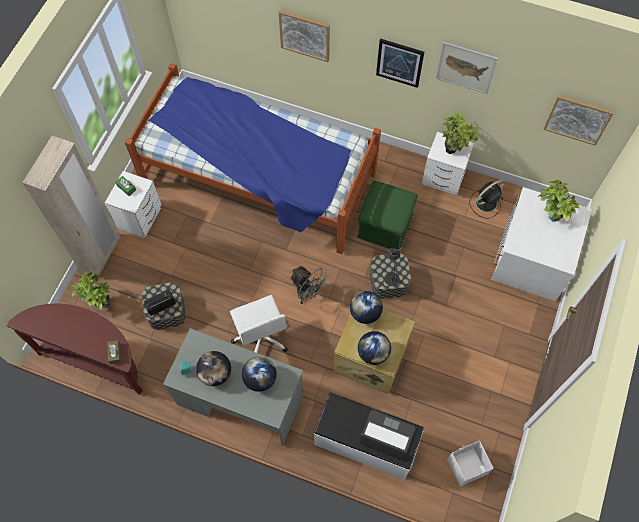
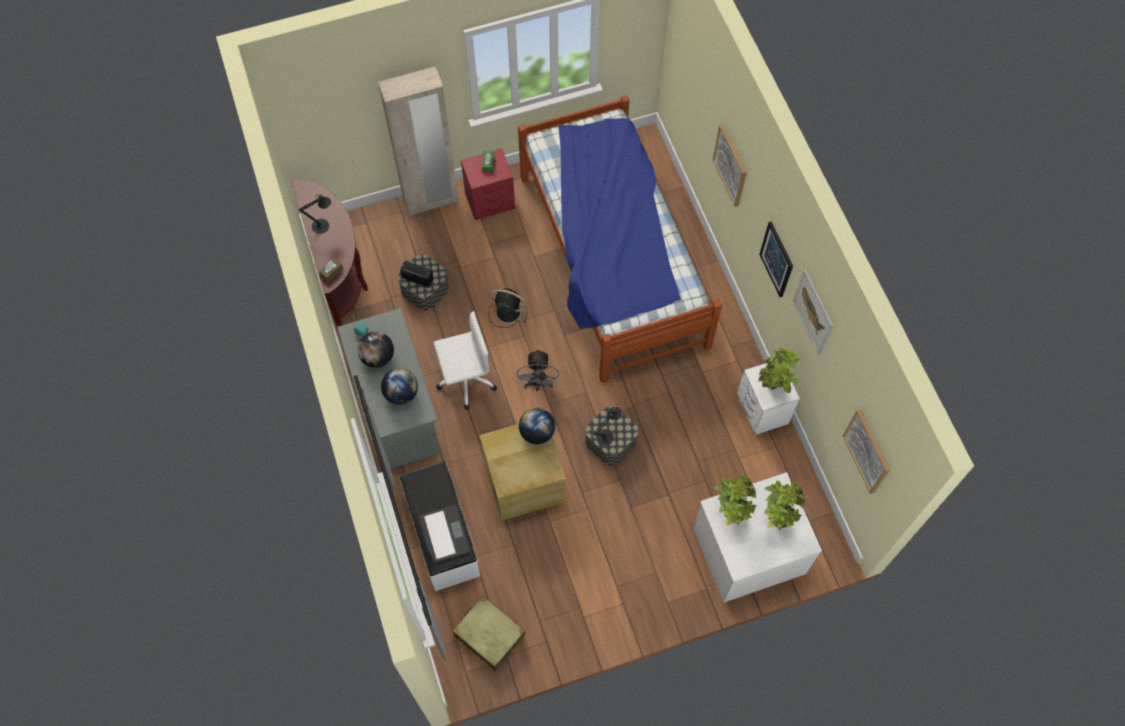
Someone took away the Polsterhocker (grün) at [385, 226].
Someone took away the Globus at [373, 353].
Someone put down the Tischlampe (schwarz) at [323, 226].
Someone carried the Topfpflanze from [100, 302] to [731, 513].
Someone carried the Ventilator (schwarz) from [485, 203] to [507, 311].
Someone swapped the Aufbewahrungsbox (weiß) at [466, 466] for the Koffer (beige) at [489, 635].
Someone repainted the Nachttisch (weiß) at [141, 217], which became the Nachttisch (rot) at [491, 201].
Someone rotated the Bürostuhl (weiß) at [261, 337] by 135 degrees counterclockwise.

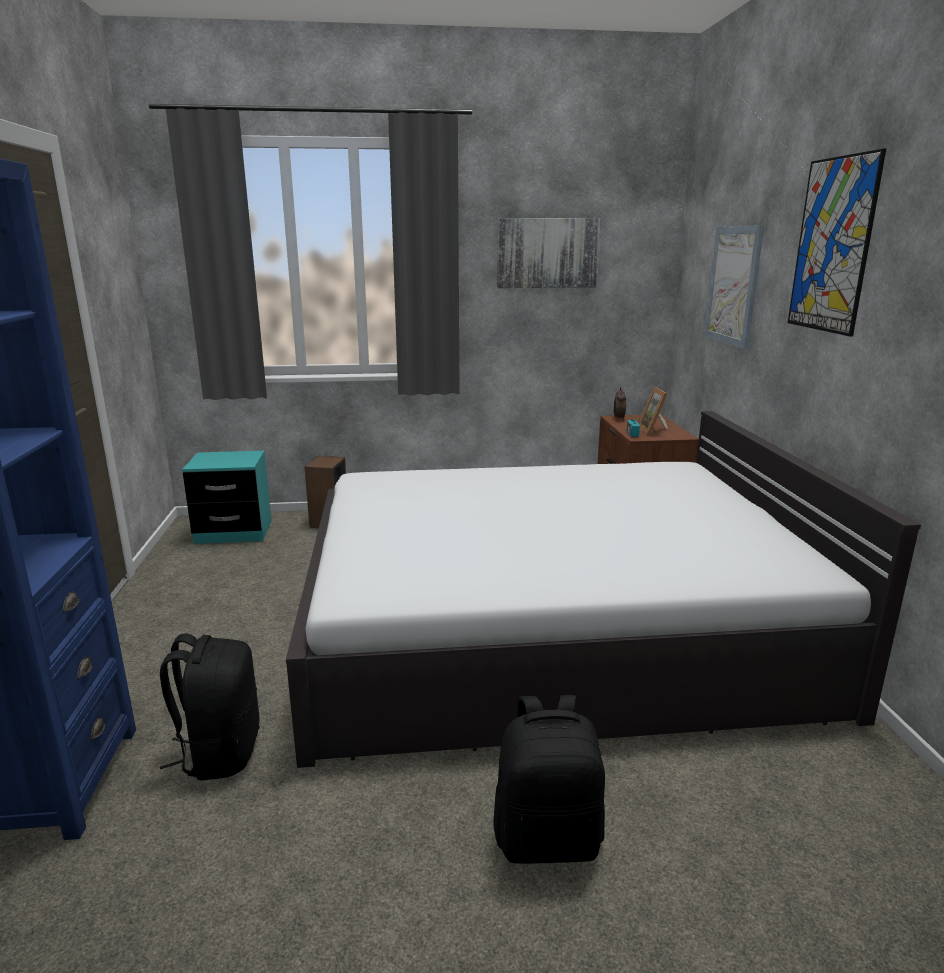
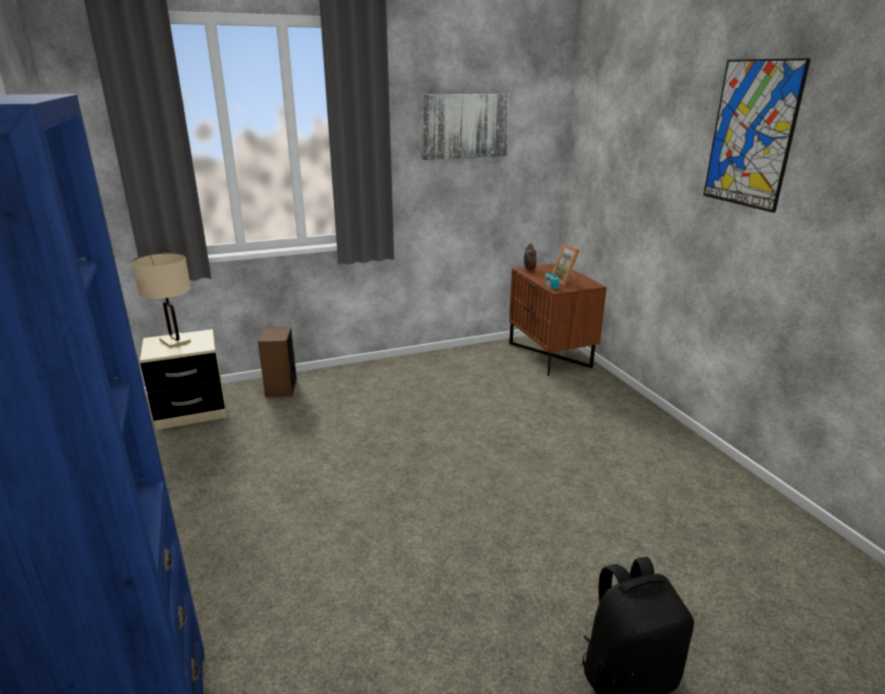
Someone took away the Rucksack (schwarz) at [220, 752].
Someone took away the Bett (weiß) at [551, 627].
Someone took away the Bild at [733, 285].
Someone put down the Tischlampe (beige) at [175, 341].
Someone repainted the Nachttisch (türkis) at [234, 532], which became the Nachttisch (beige) at [191, 411].

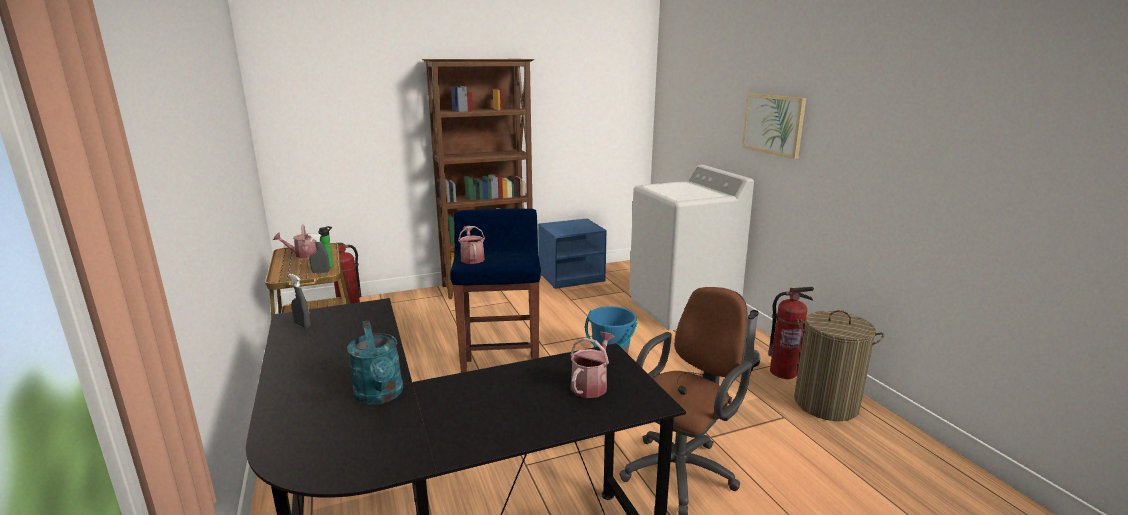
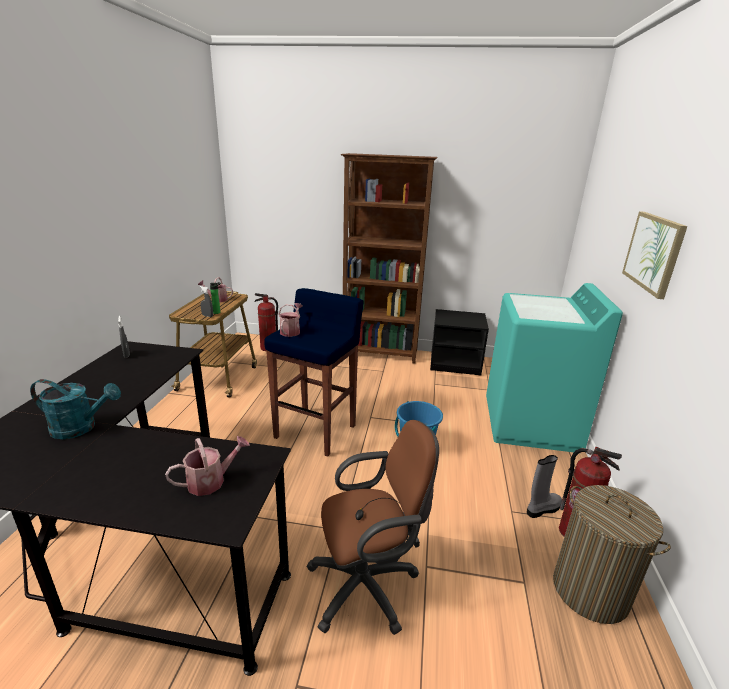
Someone repainted the Nachttisch (blau) at [571, 277], which became the Nachttisch (schwarz) at [455, 363].
Someone repainted the Waschmaschine (weiß) at [682, 309], which became the Waschmaschine (türkis) at [530, 425].
Someone rotated the Gießkanne (türkis) at [380, 396] by 90 degrees counterclockwise.

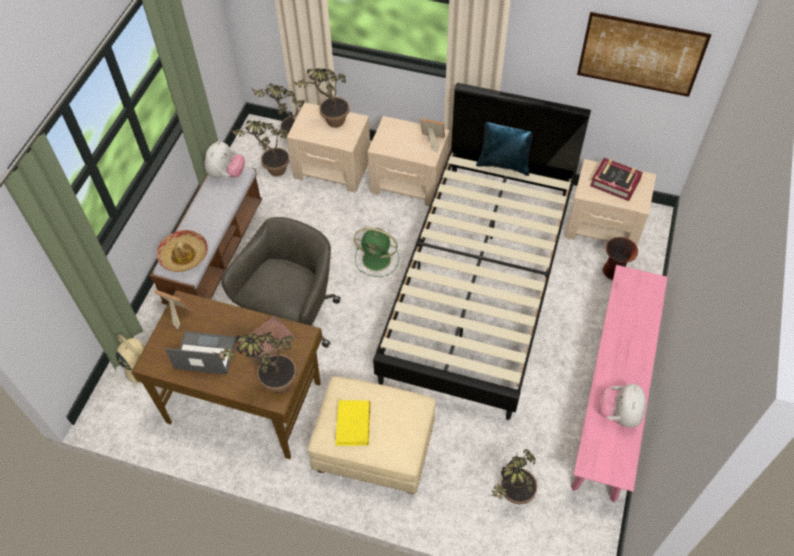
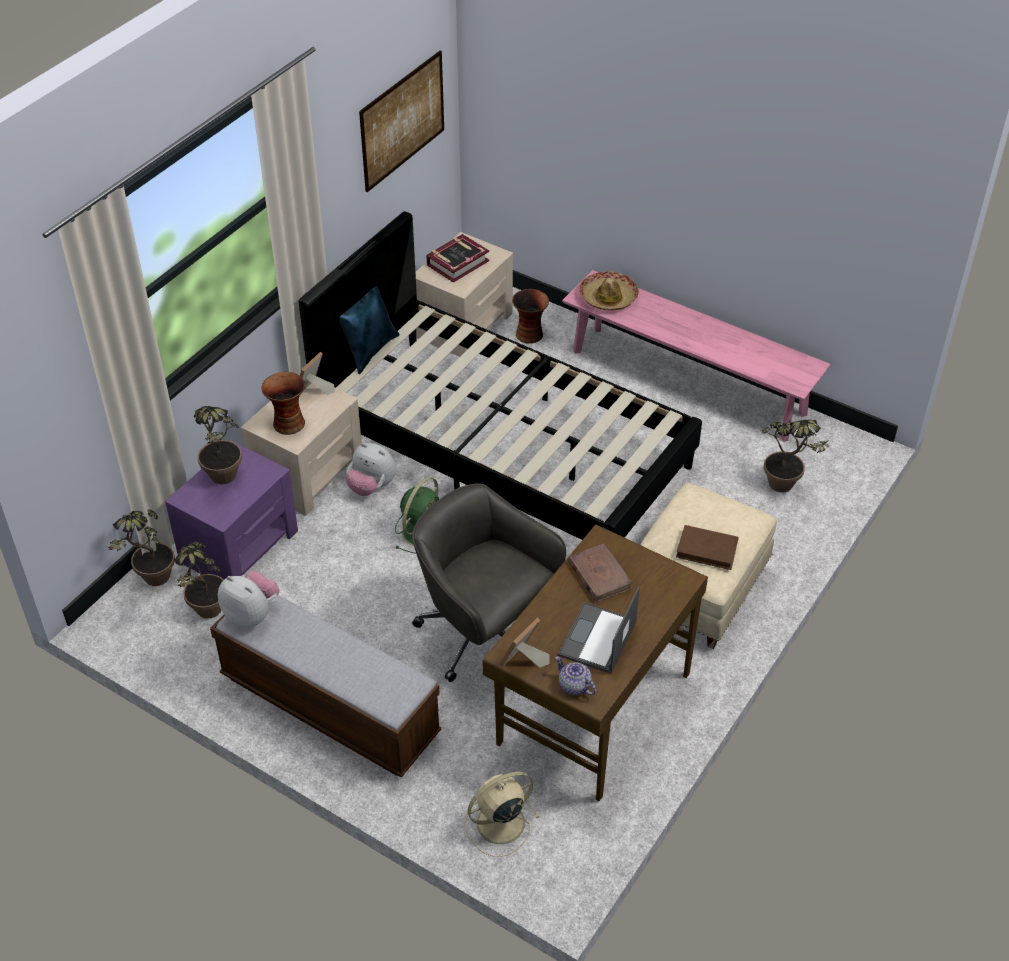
Someone took away the Topfpflanze at [271, 385].
Someone put down the Vase at [287, 423].
Someone put down the Teekanne at [574, 686].
Someone carried the Hut from [184, 255] to [608, 297].
Someone carried the Plüschtier from [619, 414] to [371, 486].
Someone repainted the Nachttisch (beige) at [333, 168], which became the Nachttisch (lila) at [240, 545].
Someone repainted the Buch (gelb) at [353, 424], which became the Buch (braun) at [707, 549].

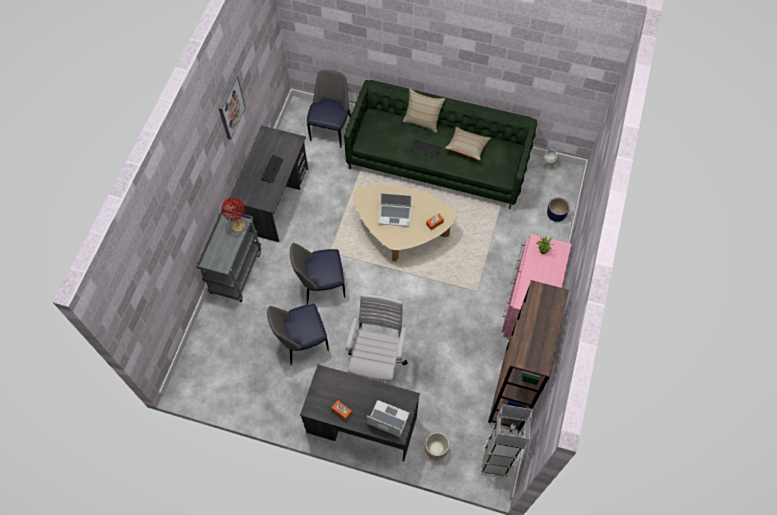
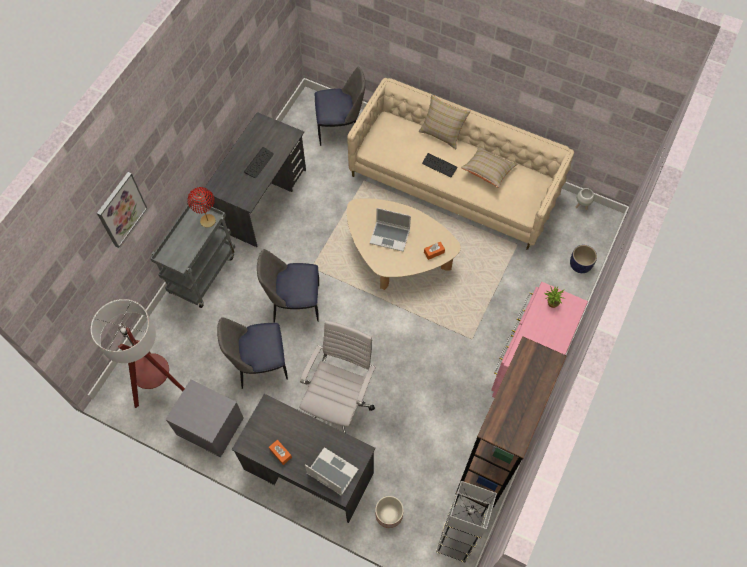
Someone put down the Stehlampe at [160, 386].
Someone put down the Nachttisch (grau) at [209, 427].
Someone carried the Bild from [231, 107] to [121, 209].
Someone repainted the Sofa (grün) at [437, 162], which became the Sofa (beige) at [454, 184].
Someone rotated the Stuhl at [331, 129] by 60 degrees clockwise.

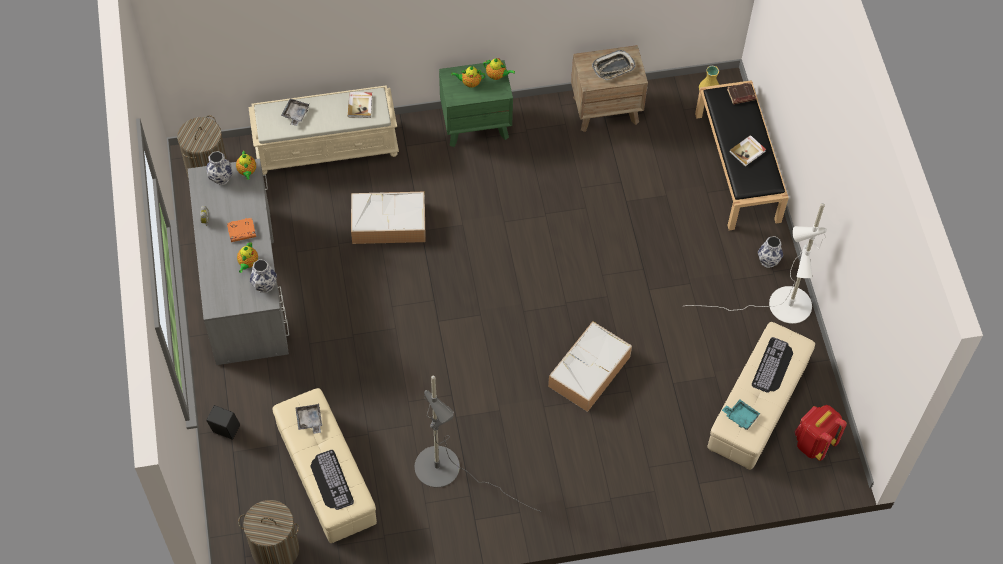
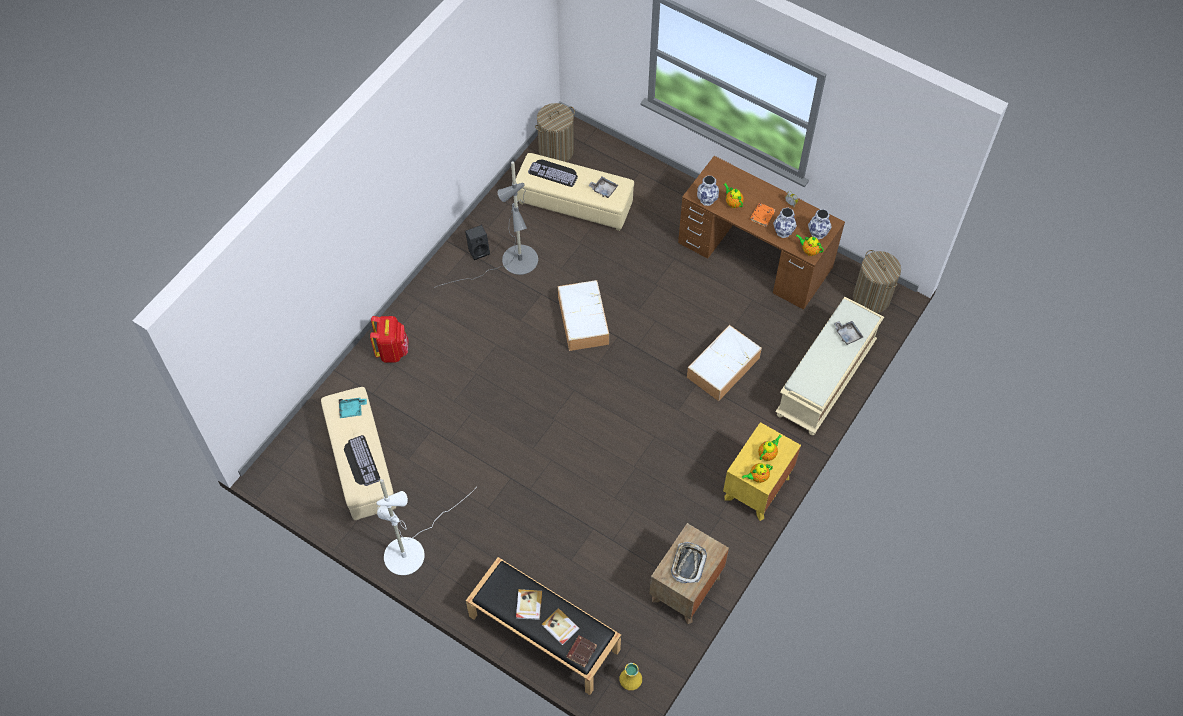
Someone carried the Lautsprecher (schwarz) from [224, 431] to [479, 250].
Someone carried the Buch from [360, 105] to [560, 627].
Someone carried the Aufbewahrungsbox from [589, 372] to [582, 319].
Someone carried the Vase from [768, 260] to [783, 232].
Someone carried the Rucksack (rot) from [813, 443] to [392, 351].
Someone repainted the Schreibtisch (grau) at [244, 284], which became the Schreibtisch (braun) at [755, 255].
Someone repainted the Nachttisch (grün) at [476, 124], which became the Nachttisch (gelb) at [757, 488].

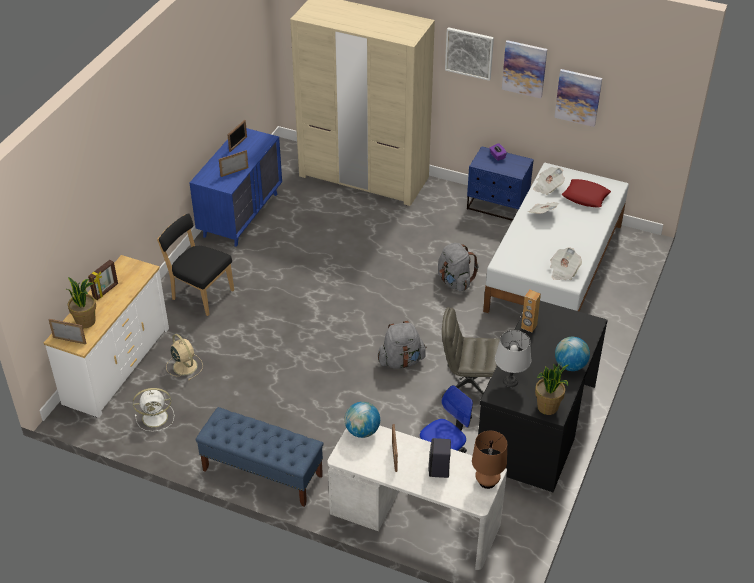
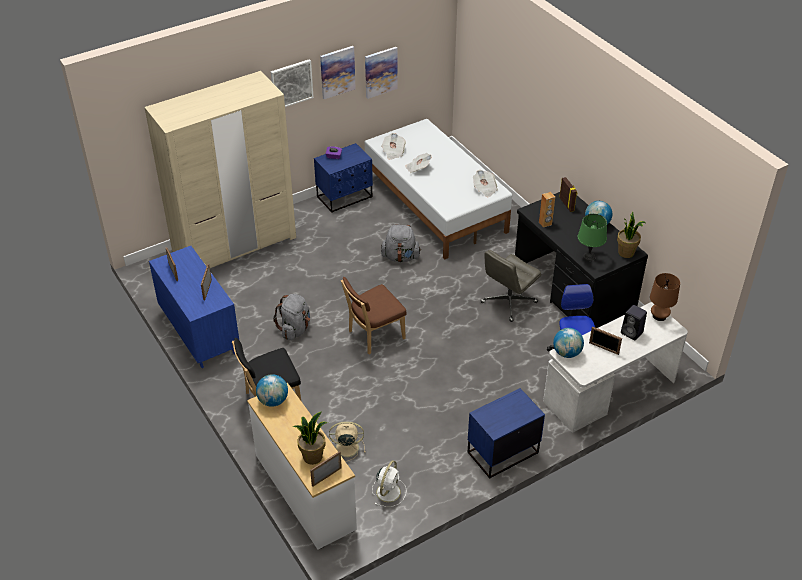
Someone took away the Kissen (rot) at [585, 197].
Someone put down the Globus at [273, 401].
Someone put down the Stuhl (braun) at [374, 336].
Someone carried the Bilderrahmen from [106, 291] to [567, 204].
Someone carried the Rucksack (grau) from [401, 361] to [295, 329].
Someone swapped the Bank (blau) at [262, 473] for the Nachttisch (blau) at [502, 452].
Someone repainted the Tischlampe (grau) at [510, 381], which became the Tischlampe (grün) at [589, 256].

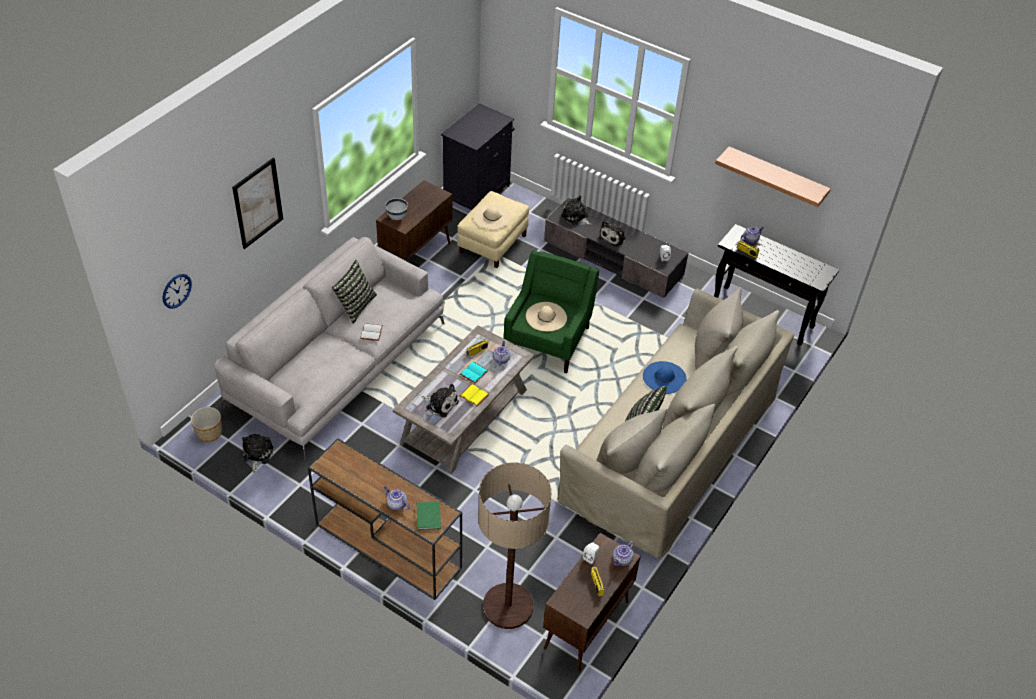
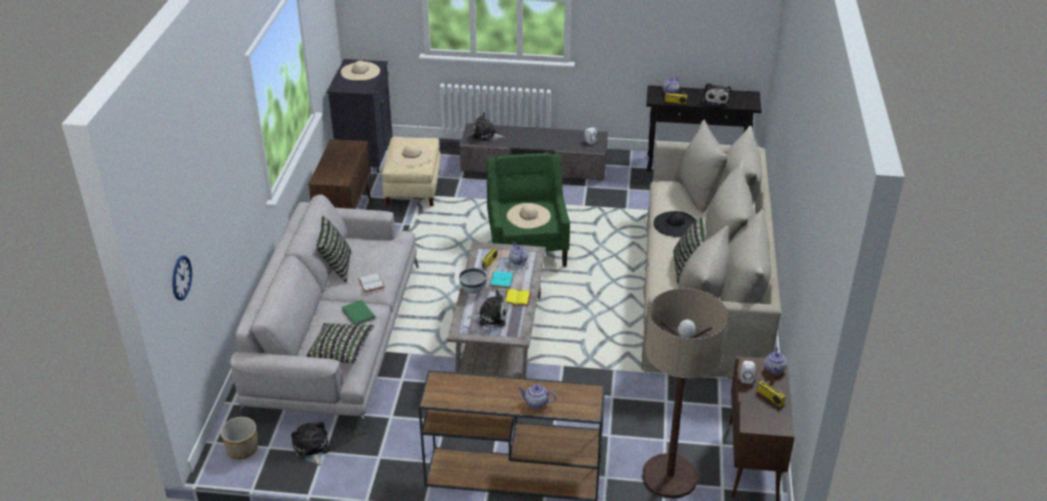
Someone took away the Bild at [258, 203].
Someone took away the Wandregal at [776, 177].
Someone put down the Kissen at [340, 352].
Someone put down the Hut (beige) at [360, 71].
Someone carried the Schüssel (weiß) from [397, 217] to [473, 291].
Someone carried the Buch (grün) from [428, 517] to [358, 314].
Someone carried the Plüschtier from [613, 237] to [716, 100].
Someone repainted the Hut (blau) at [664, 377], which became the Hut (schwarz) at [675, 224].

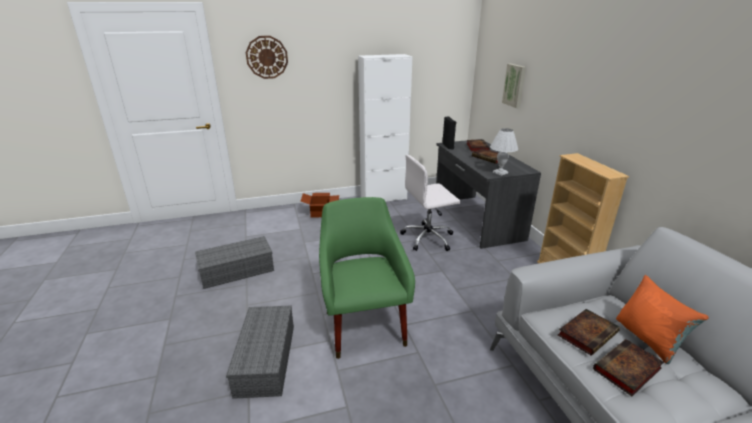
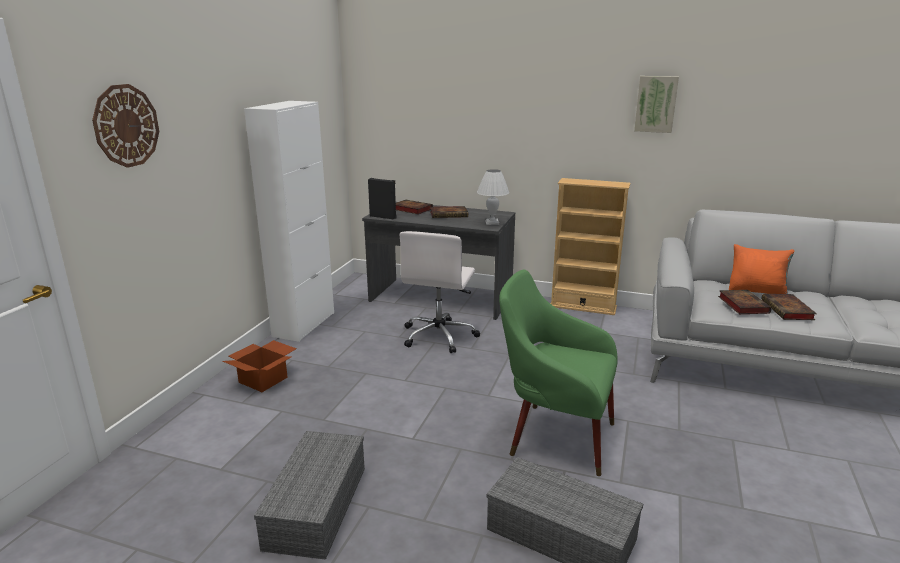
Someone carried the Bild from [515, 85] to [656, 104].

